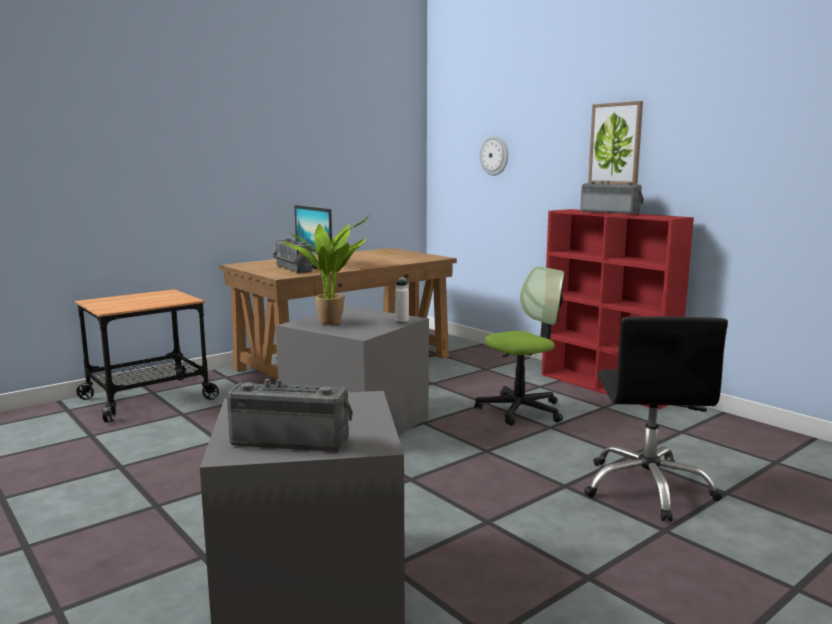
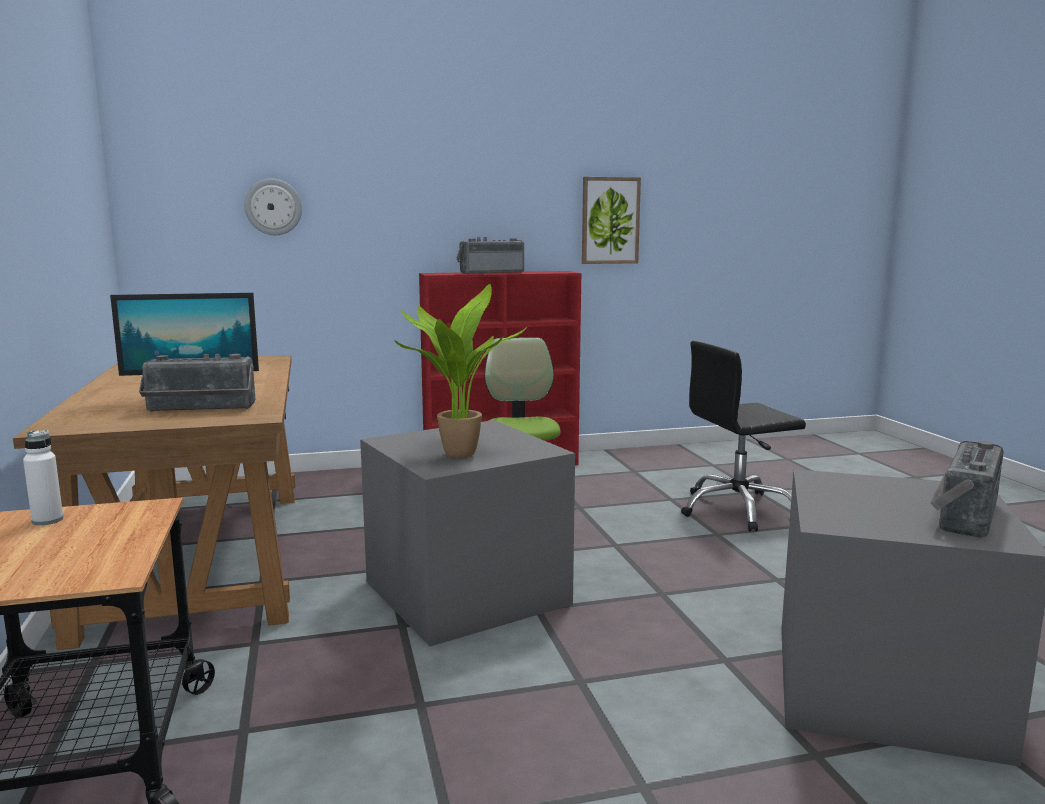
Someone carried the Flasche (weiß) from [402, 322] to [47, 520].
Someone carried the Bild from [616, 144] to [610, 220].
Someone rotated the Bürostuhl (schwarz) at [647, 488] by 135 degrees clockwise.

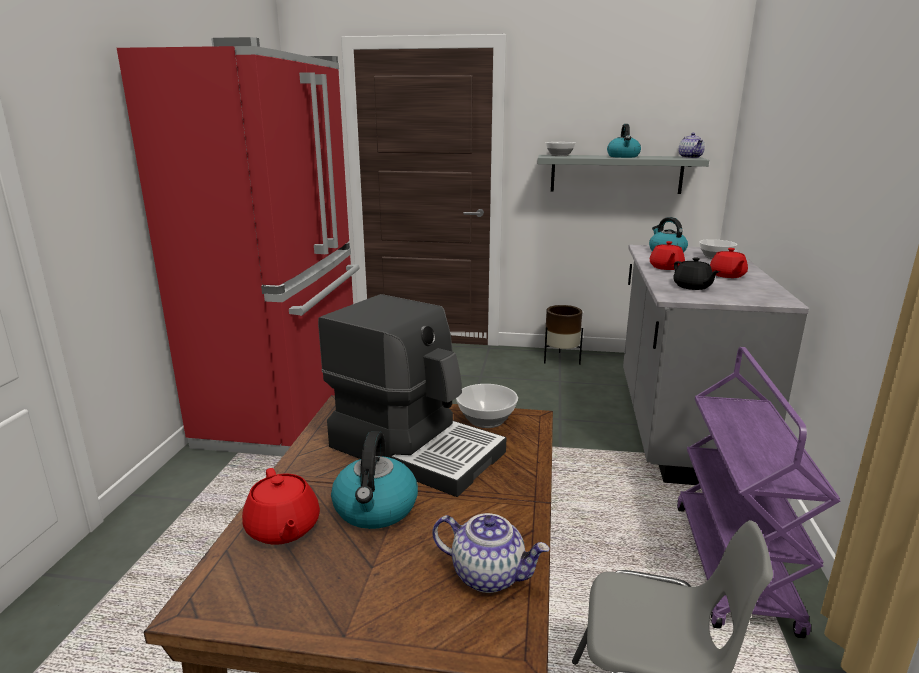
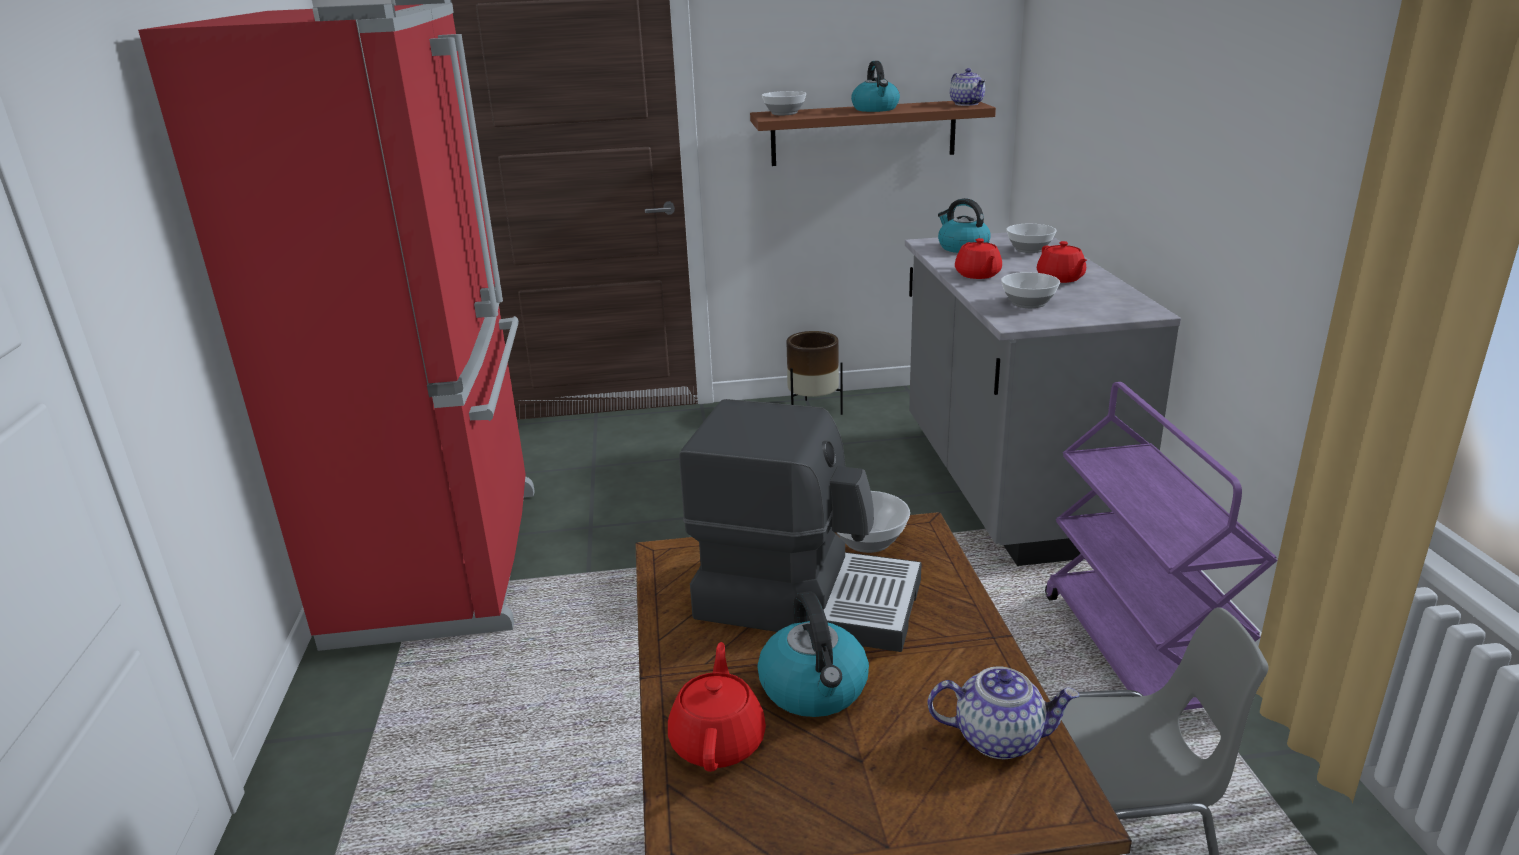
Someone swapped the Teekanne (schwarz) at [692, 287] for the Schüssel at [1029, 303].
Someone repainted the Wandregal (grau) at [616, 174], which became the Wandregal (braun) at [863, 133].
Someone rotated the Teekanne (rot) at [283, 529] by 135 degrees counterclockwise.

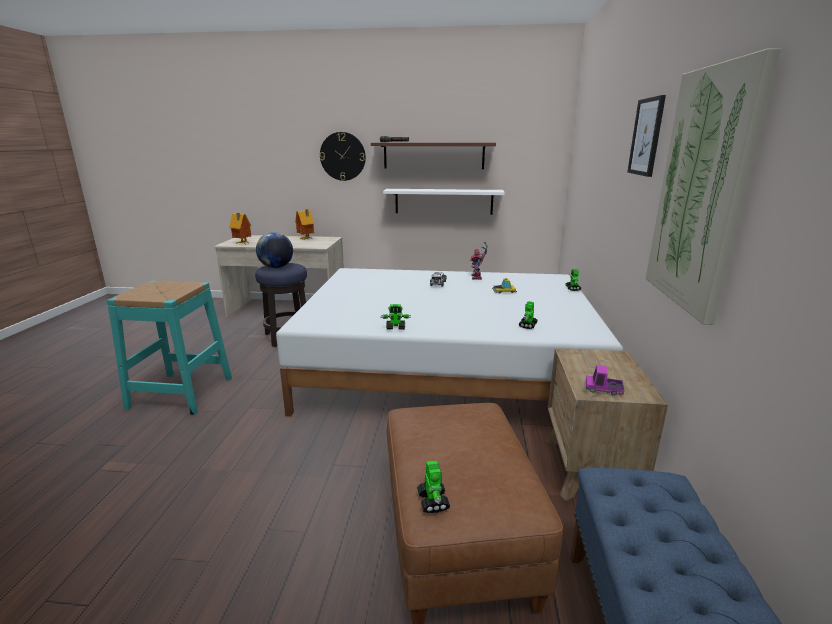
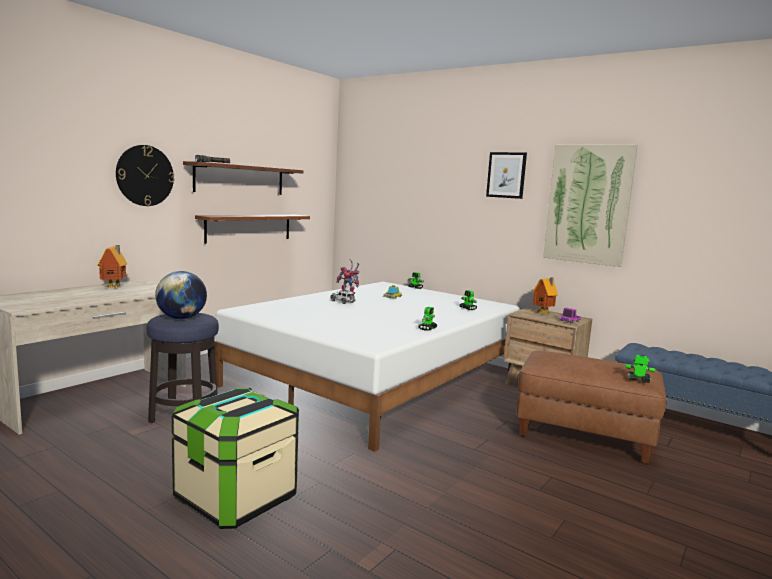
Someone carried the Spielzeughaus from [242, 243] to [544, 313].
Someone swapped the Hocker (türkis) at [181, 392] for the Aufbewahrungsbox at [236, 498].
Someone repainted the Wandregal (weiß) at [443, 201], which became the Wandregal (braun) at [249, 228].

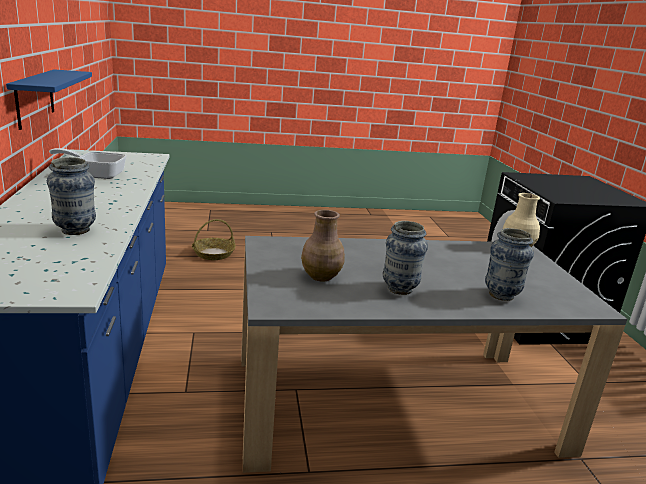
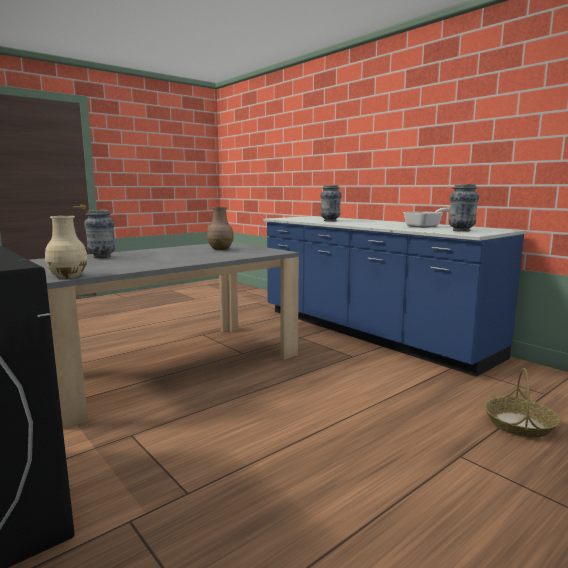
Someone took away the Wandregal (blau) at [34, 98].
Someone carried the Vase from [399, 289] to [461, 230].

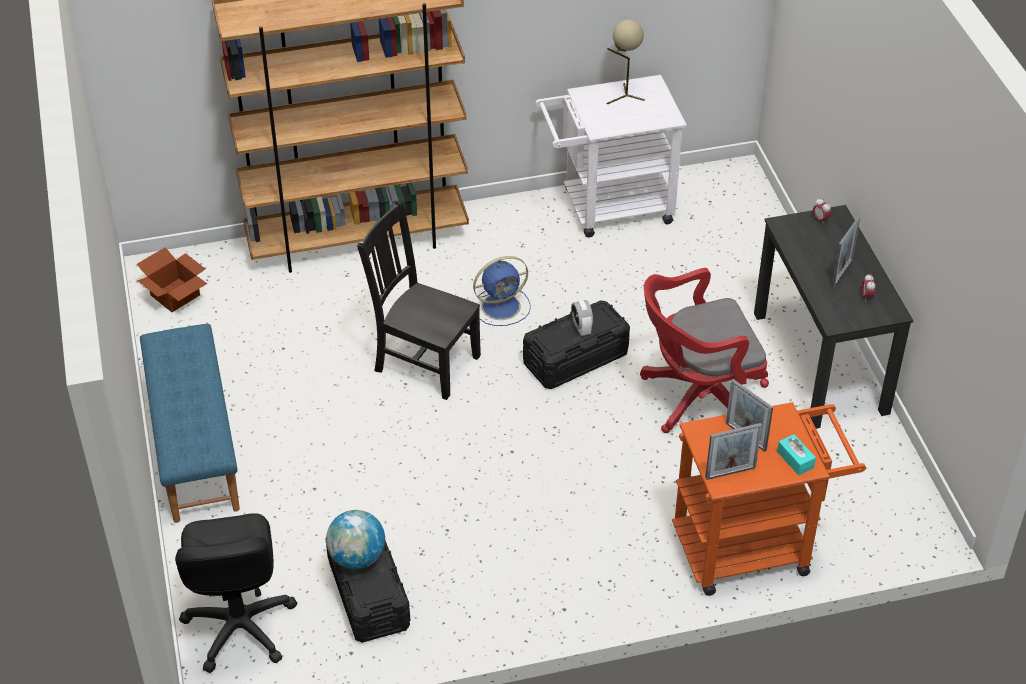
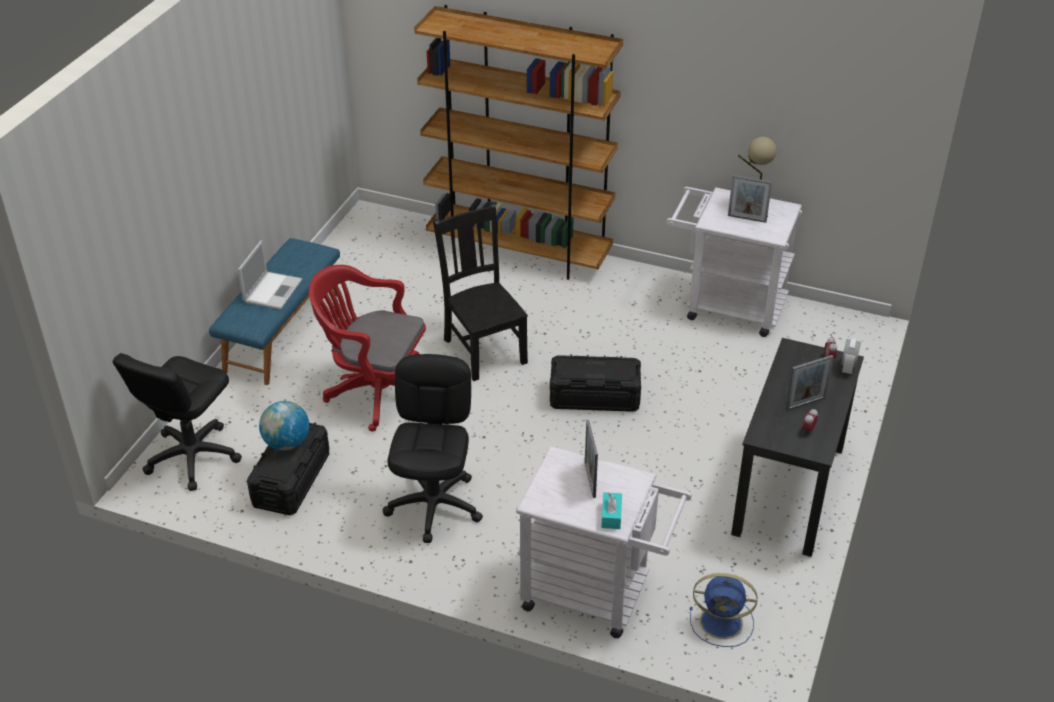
Someone took away the Karton at [175, 296].
Someone put down the Laptop at [273, 290].
Someone put down the Bürostuhl (schwarz) at [435, 505].
Someone carried the Ventilator (blau) from [502, 306] to [723, 622].
Someone carried the Wecker from [581, 328] to [848, 367].
Someone carried the Bürostuhl (rot) from [696, 398] to [375, 391].
Someone carried the Bilderrahmen from [730, 473] to [747, 218].
Someone repainted the Rollwagen (orange) at [753, 546], which became the Rollwagen (weiß) at [596, 594].

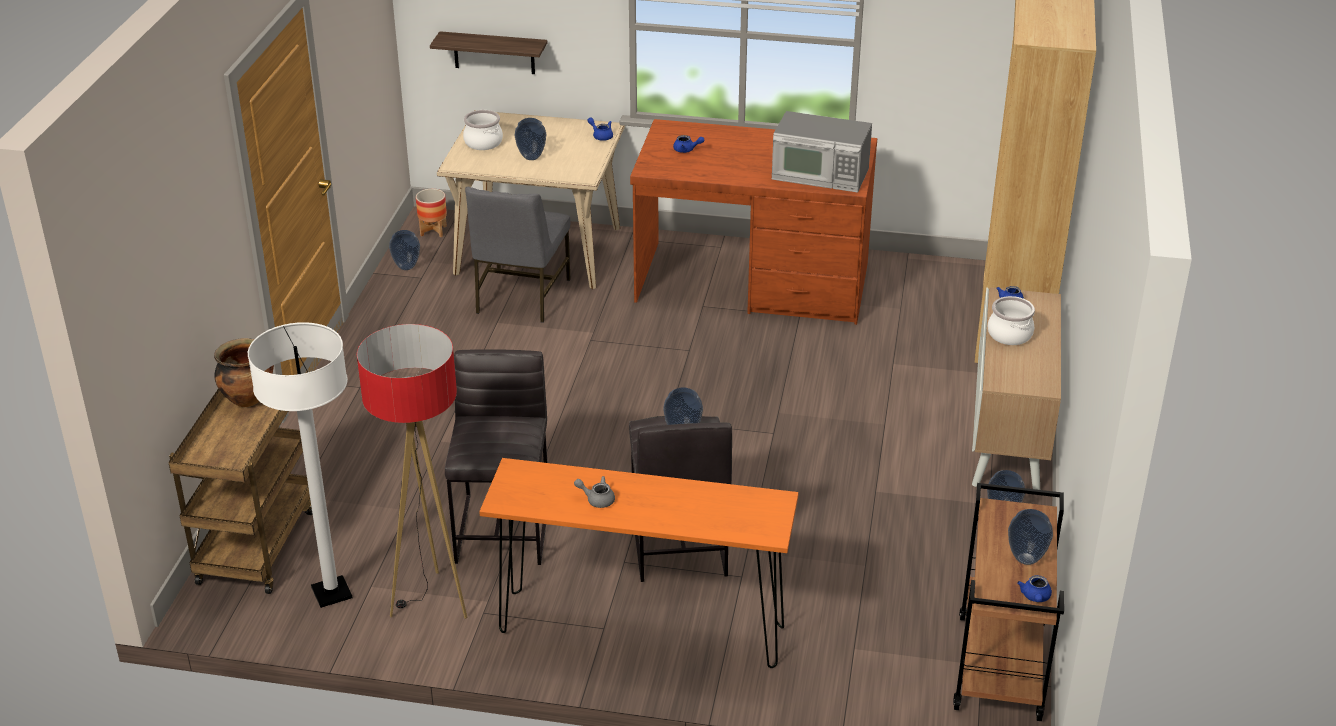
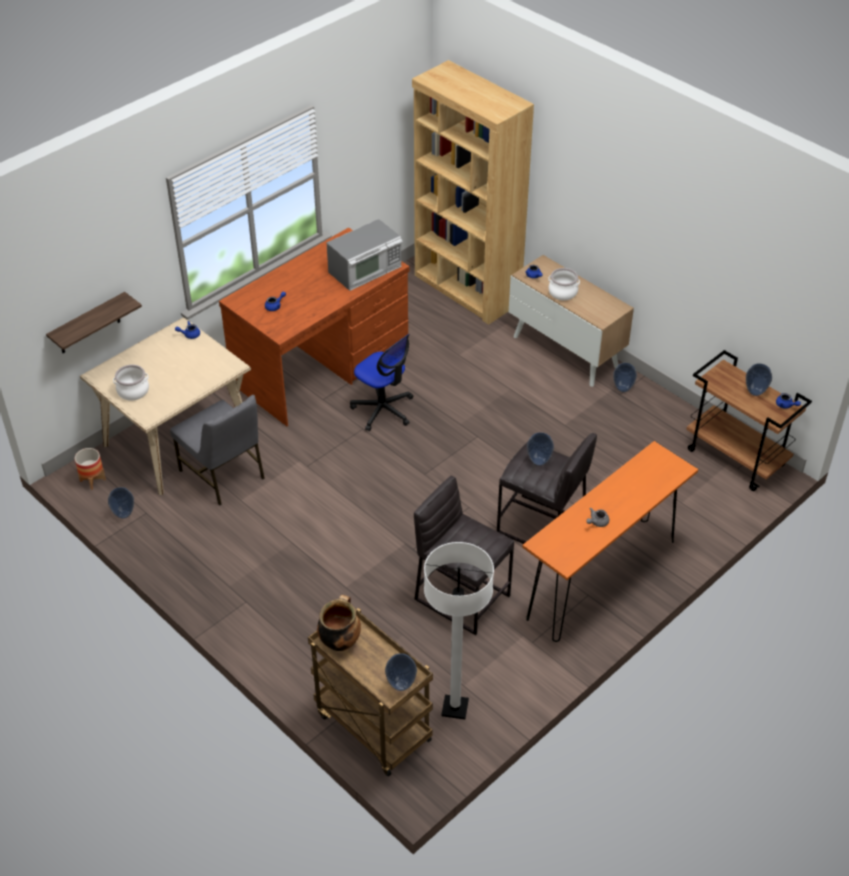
Someone took away the Stehlampe at [430, 602].
Someone put down the Bürostuhl at [383, 410].
Someone carried the Vase from [531, 157] to [401, 685].

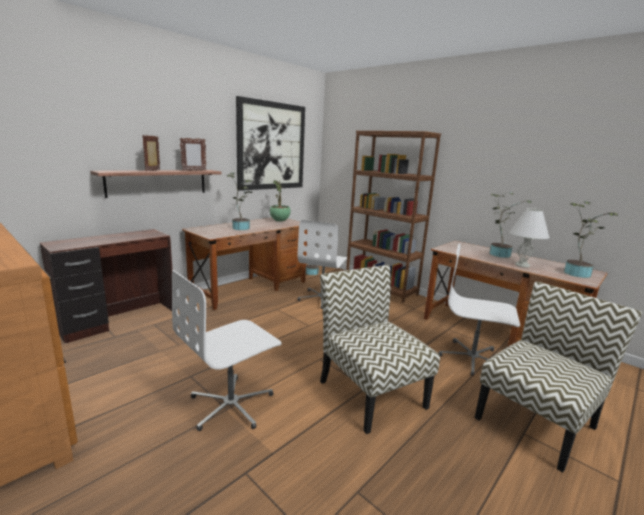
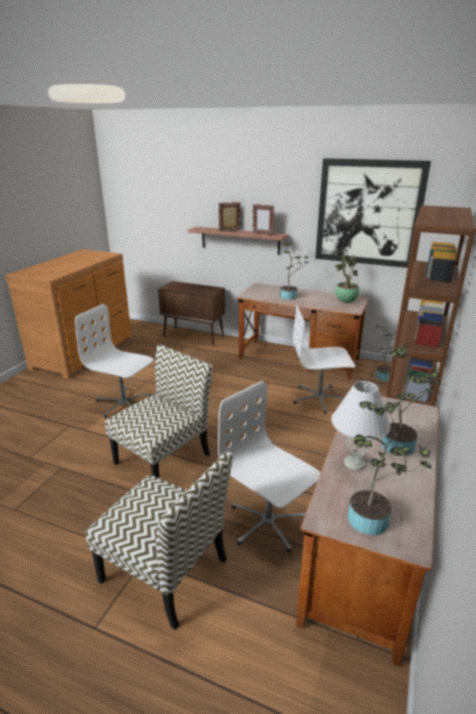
Someone swapped the Schreibtisch (braun) at [119, 320] for the Schrank (braun) at [194, 337].
Someone rotated the Bürostuhl (weiß) at [472, 359] by 45 degrees counterclockwise.

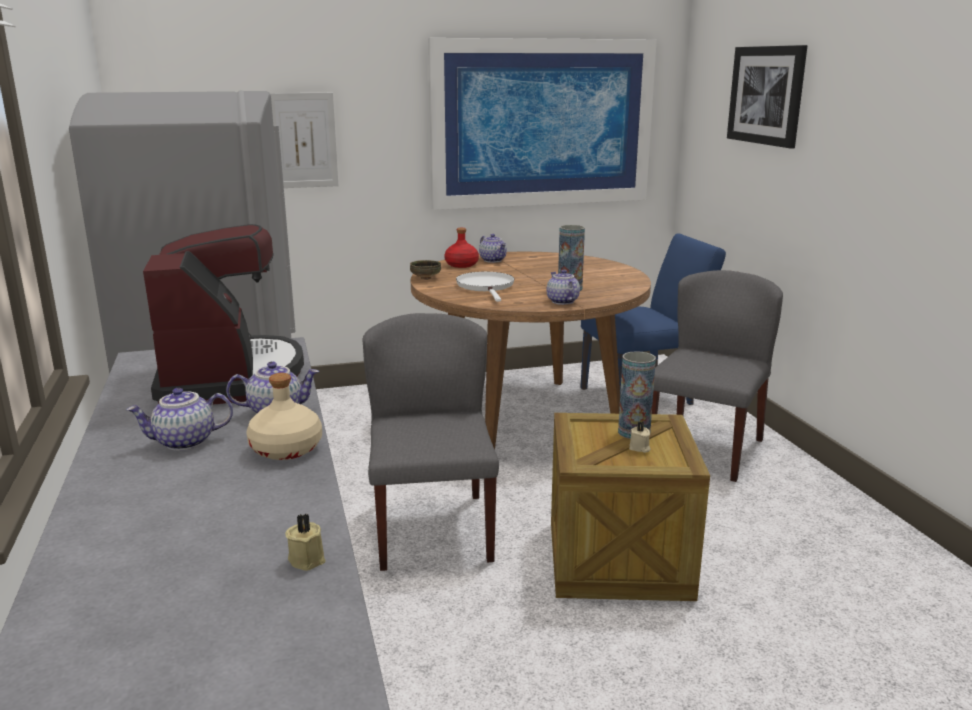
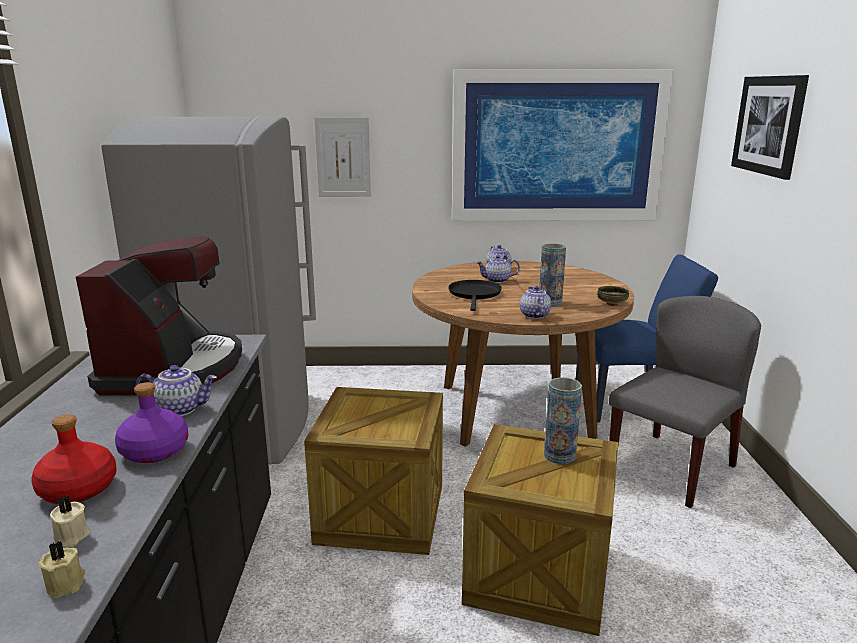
Someone carried the Teekanne from [184, 442] to [497, 280].
Someone carried the Schüssel from [425, 278] to [611, 304].
Someone carried the Flasche (rot) from [462, 265] to [79, 489].
Someone carried the Kerze (beige) from [639, 448] to [70, 537].
Someone swapped the Stuhl (grau) at [431, 529] for the Kiste at [381, 513].
Someone repainted the Flasche (beige) at [285, 449], which became the Flasche (lila) at [153, 451].
Someone repainted the Pfanne (weiß) at [486, 287], which became the Pfanne (schwarz) at [475, 294].

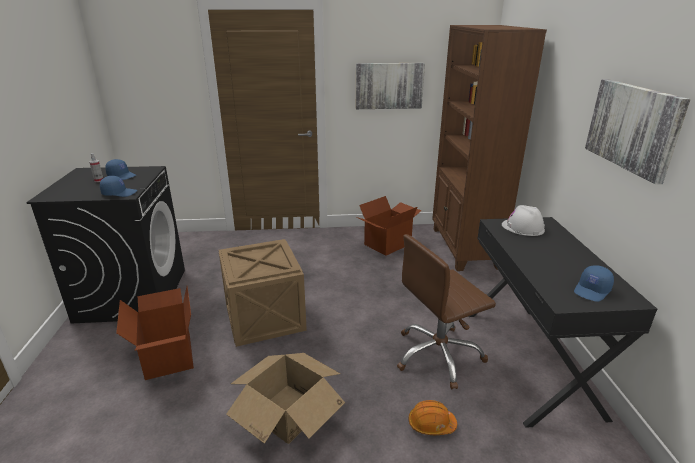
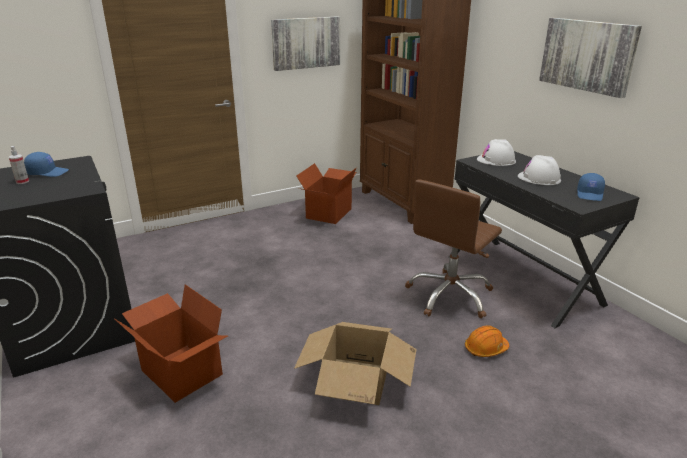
Someone took away the Kappe (blau) at [119, 193].
Someone took away the Kiste at [264, 317].
Someone put down the Schutzhelm (weiß) at [539, 178].

